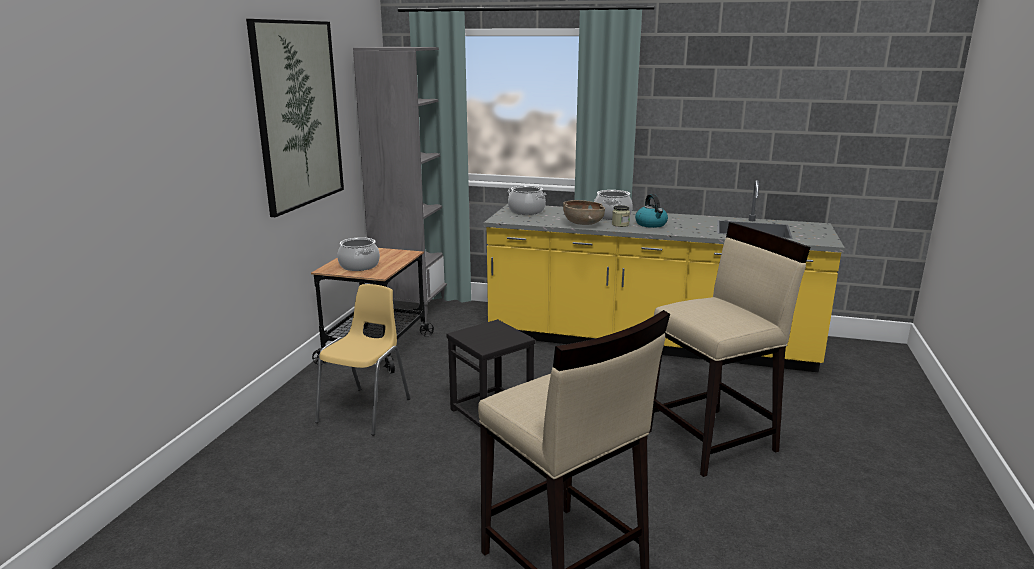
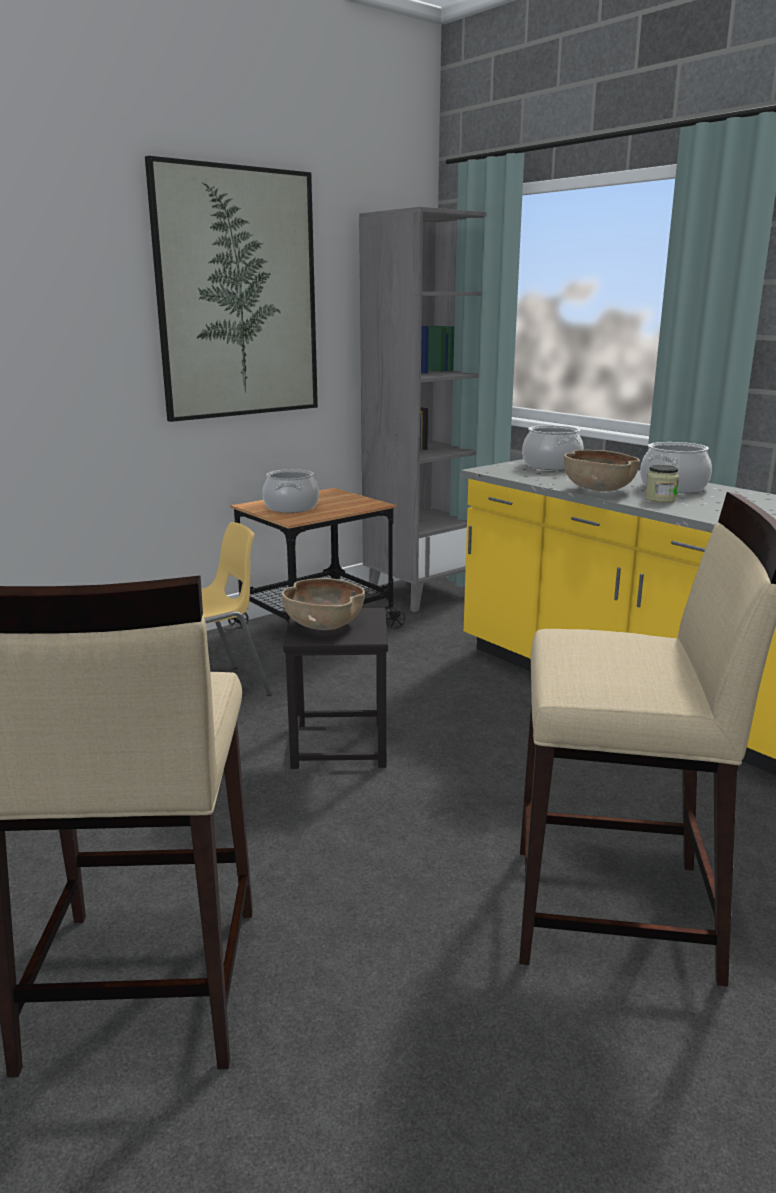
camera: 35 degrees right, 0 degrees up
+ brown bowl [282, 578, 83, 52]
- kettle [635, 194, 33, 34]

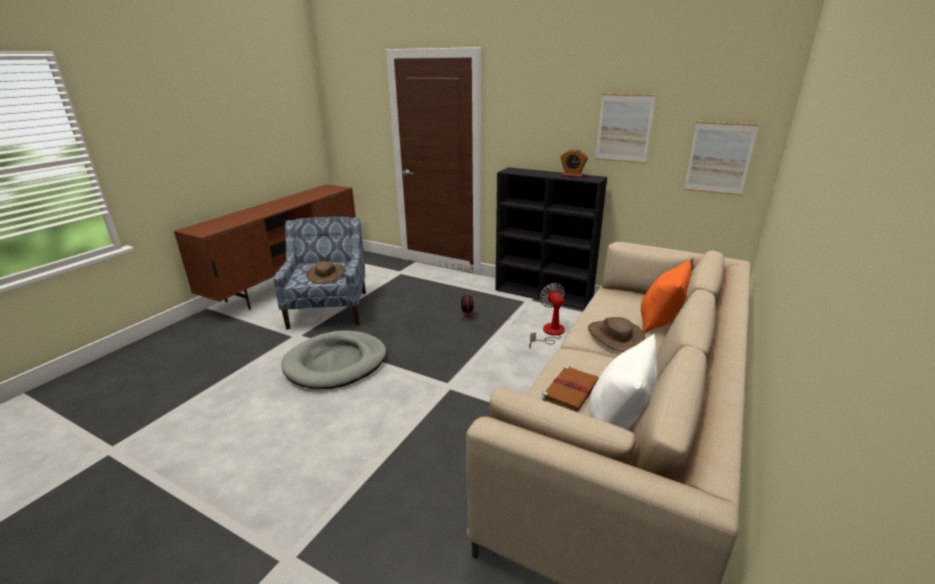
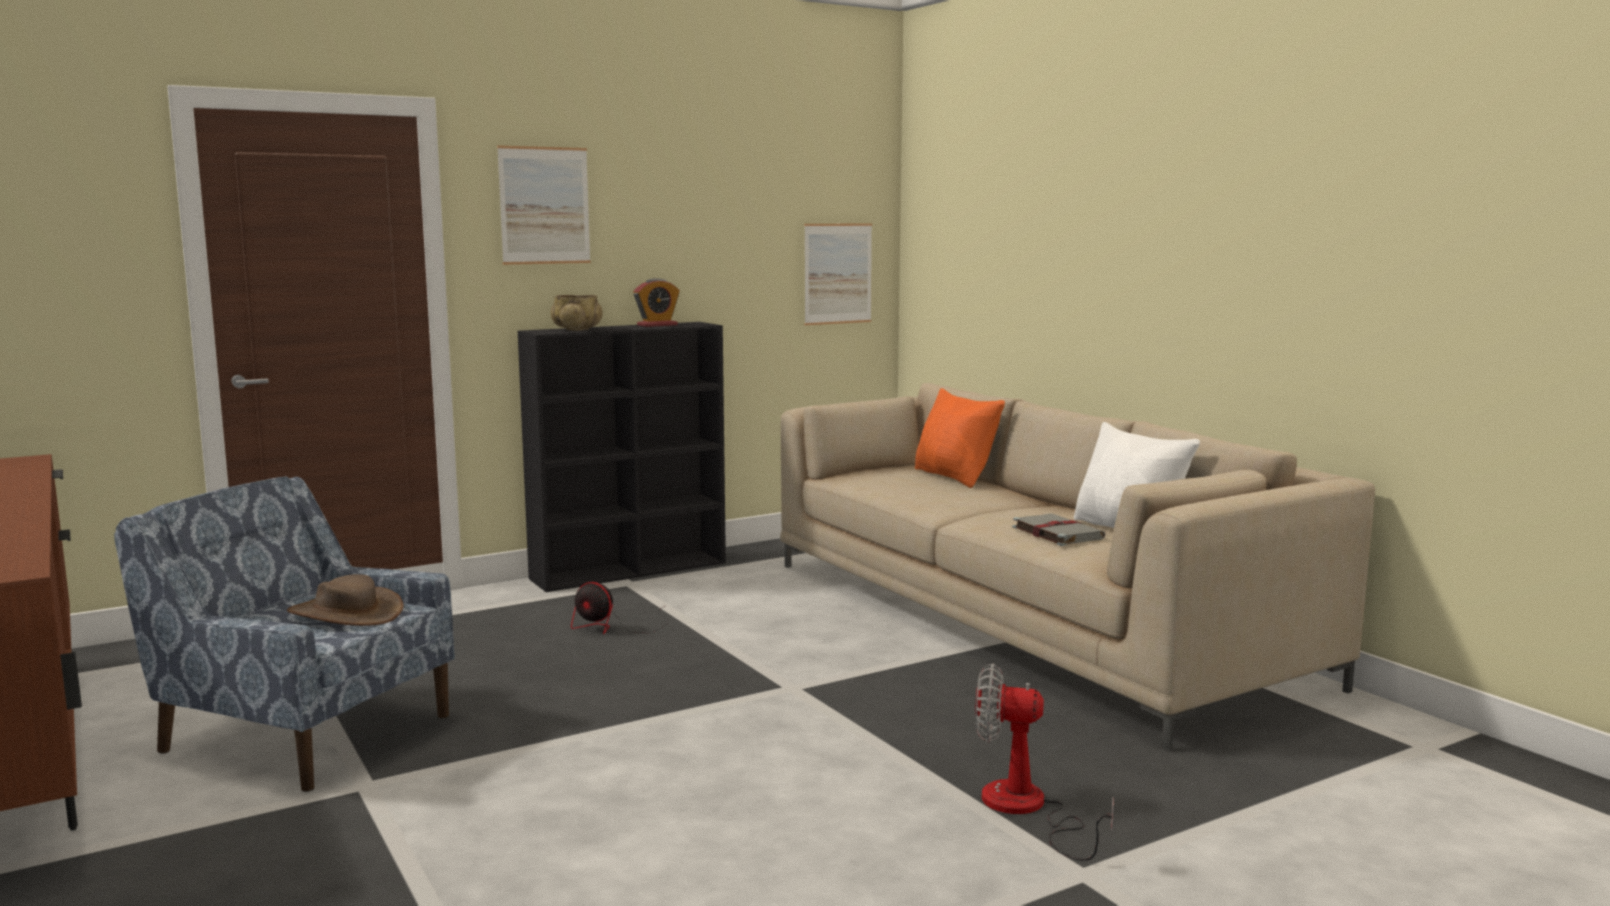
camera: 60 degrees left, 15 degrees down
~ picture [595, 94, 61, 69] to [497, 146, 94, 119]
+ beige bowl [550, 295, 53, 36]
~ fan [529, 283, 36, 66] to [975, 663, 139, 198]
~ brown book [542, 366, 57, 46] to grey book [1012, 513, 94, 33]
- grey dog bed [282, 330, 104, 59]
- brown hat [588, 317, 57, 35]

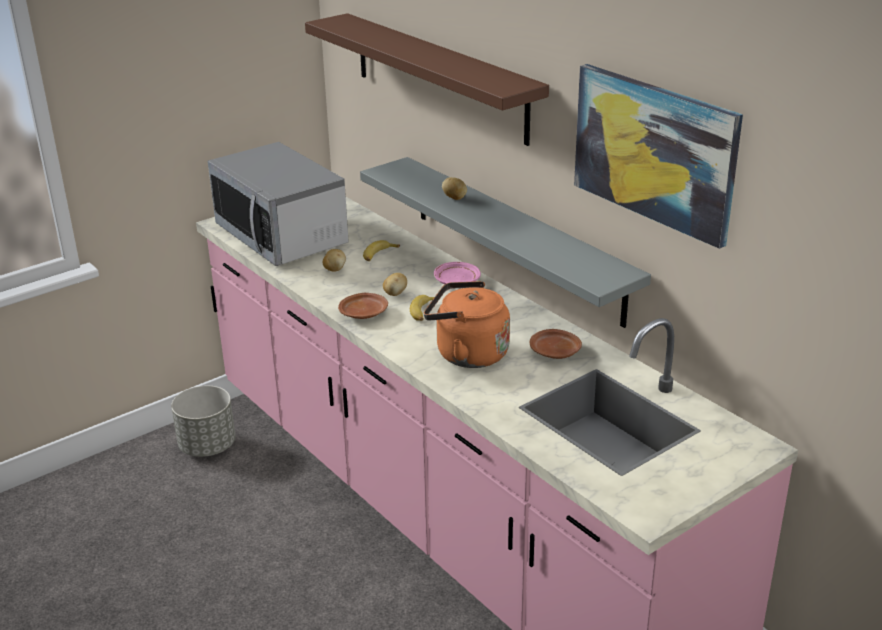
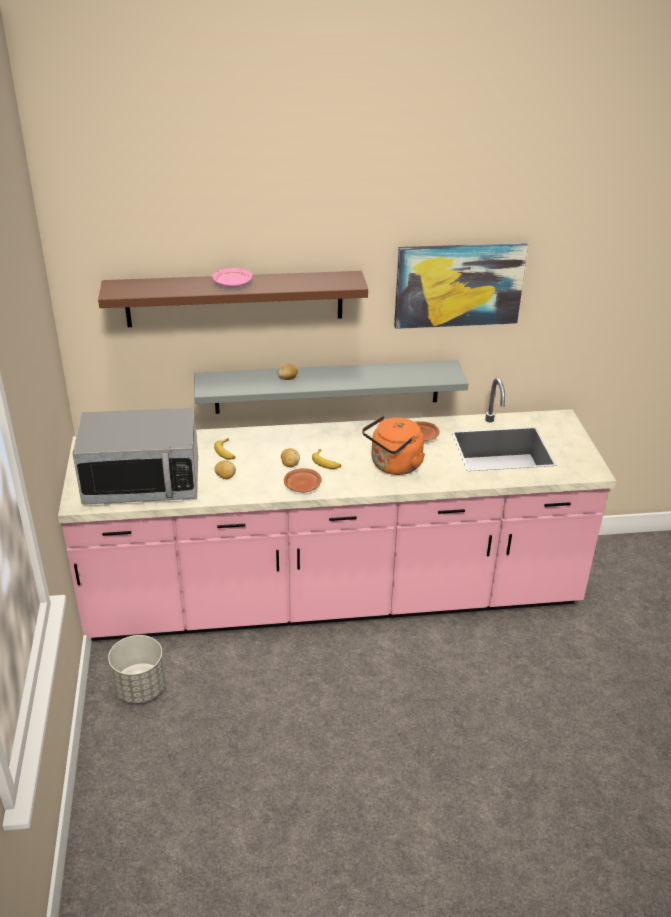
camera: 60 degrees left, 5 degrees up
~ pink plate [434, 262, 47, 23] to [212, 268, 40, 20]

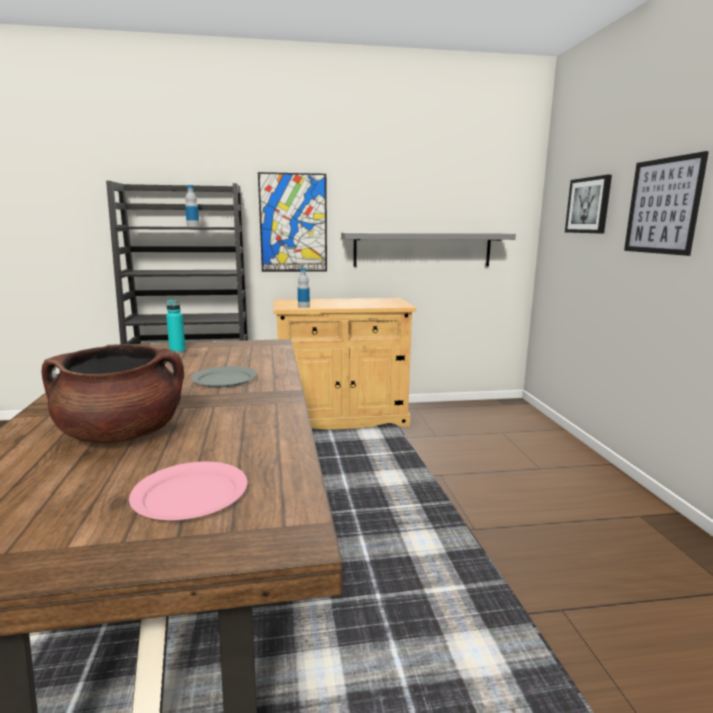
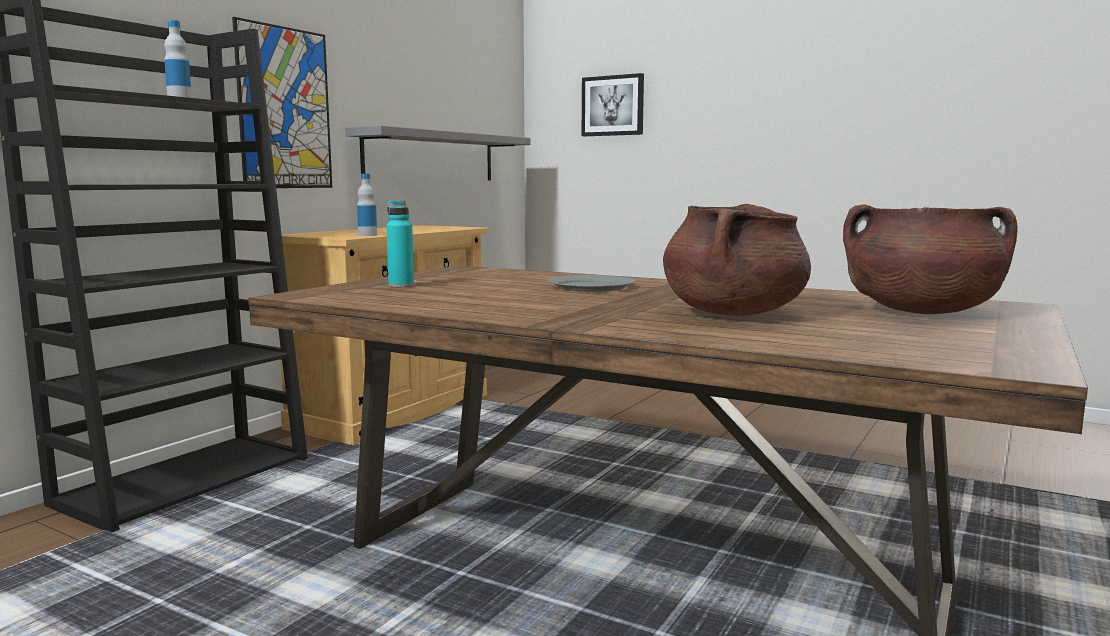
camera: 50 degrees left, 5 degrees down
~ pink plate [129, 462, 119, 58] to brown cooking pot [843, 204, 175, 110]
- picture [624, 151, 85, 105]

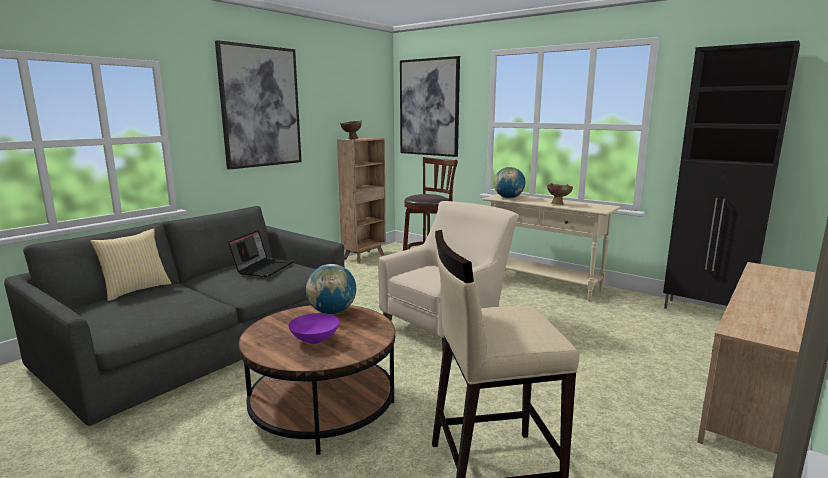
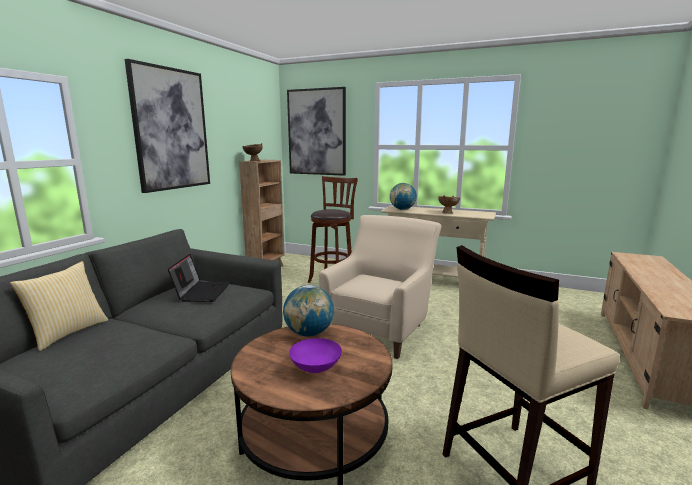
camera: 15 degrees left, 0 degrees up
- black cabinet [663, 41, 137, 268]

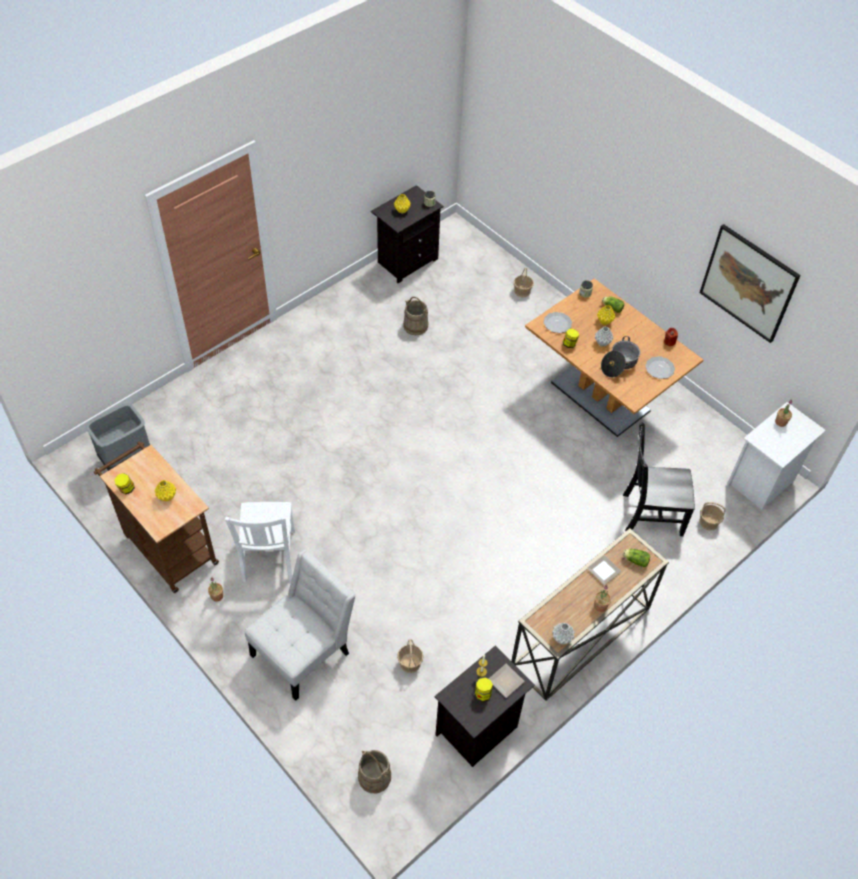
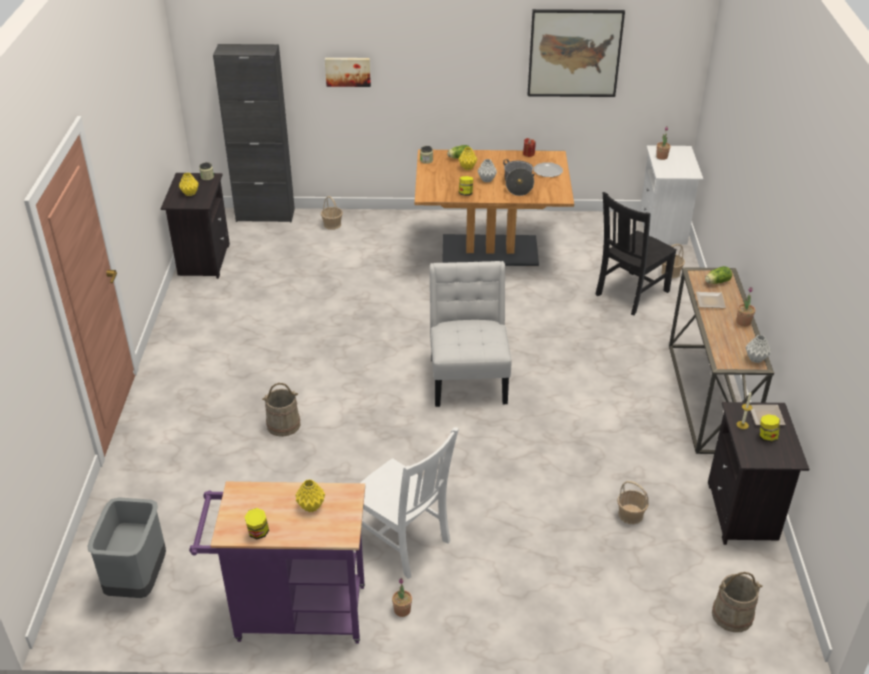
camera: 45 degrees left, 15 degrees down
~ brown cart [94, 441, 125, 152] to purple cart [189, 482, 176, 162]
+ black cabinet [213, 44, 82, 178]
~ beige bucket [403, 297, 26, 38] to [262, 383, 39, 54]
+ picture [325, 58, 46, 29]
~ white chair [245, 549, 111, 152] to [430, 261, 82, 146]
- plate [544, 312, 28, 21]

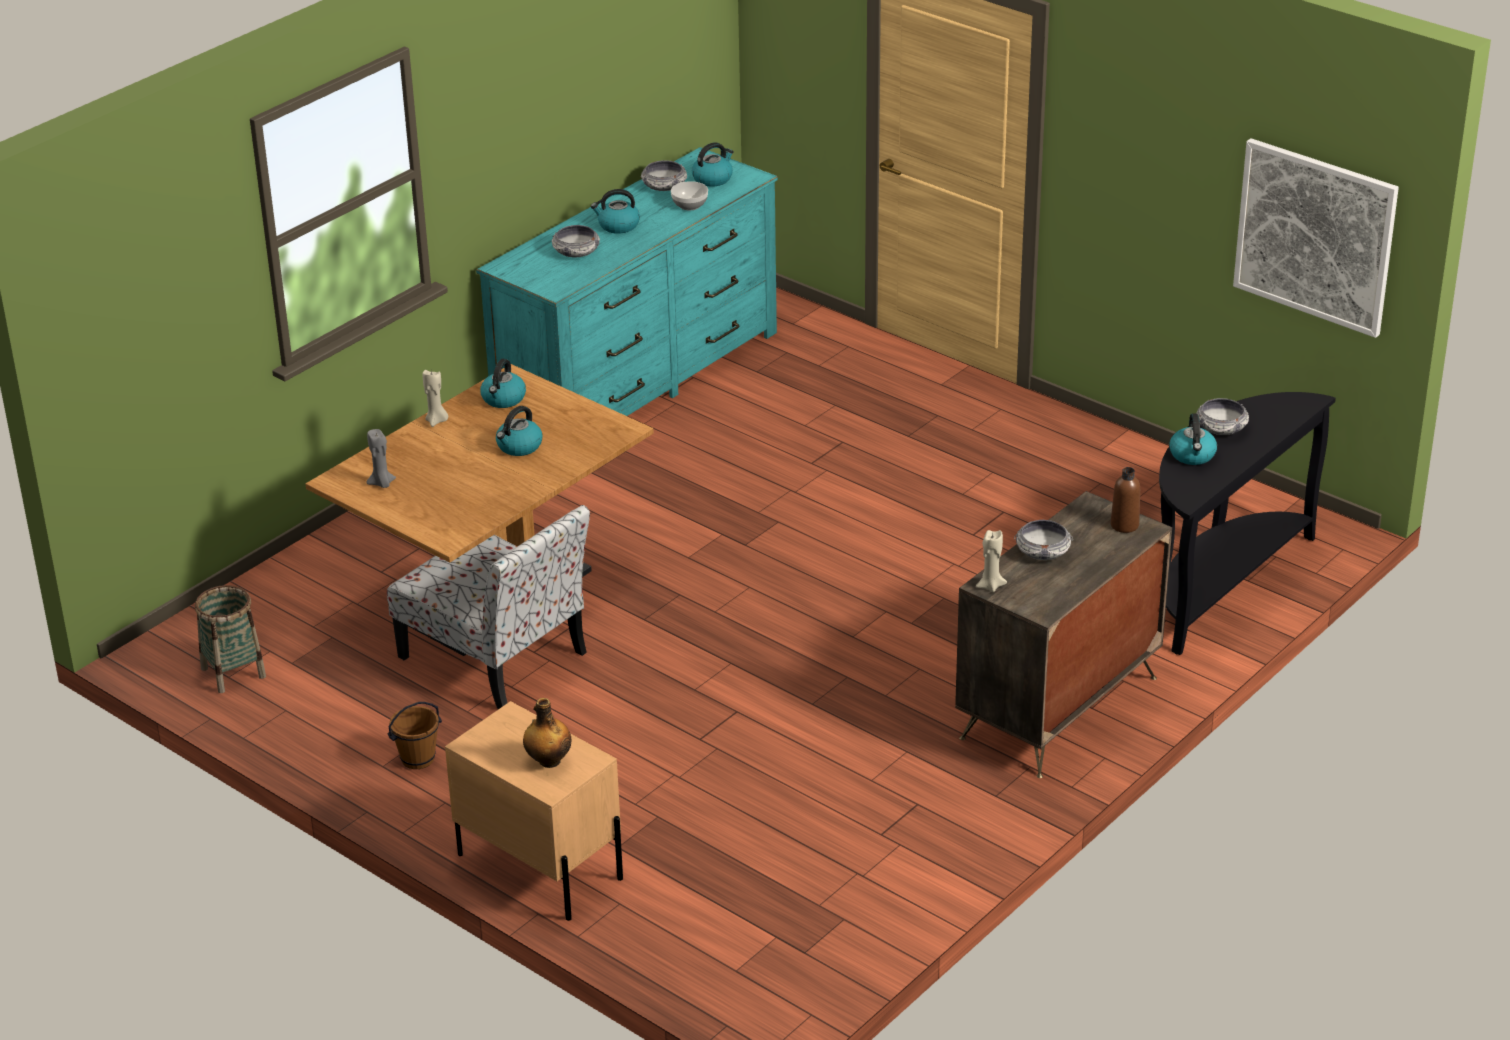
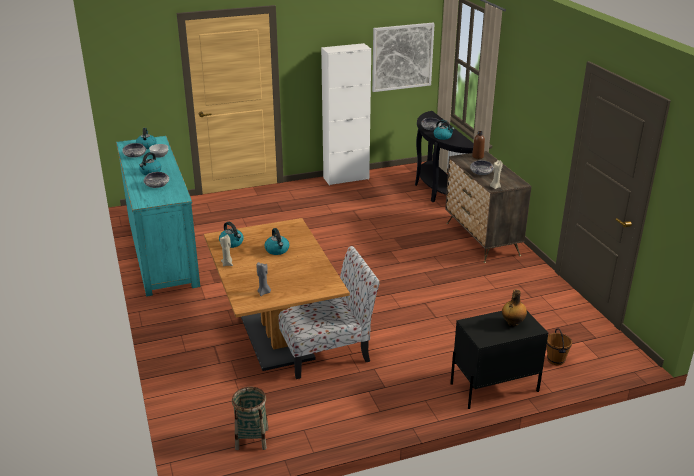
camera: 60 degrees left, 5 degrees down
+ white cabinet [321, 43, 50, 142]
~ beige nightstand [445, 701, 178, 220] to black nightstand [450, 311, 98, 98]
~ brown bucket [387, 702, 55, 67] to [547, 328, 25, 37]

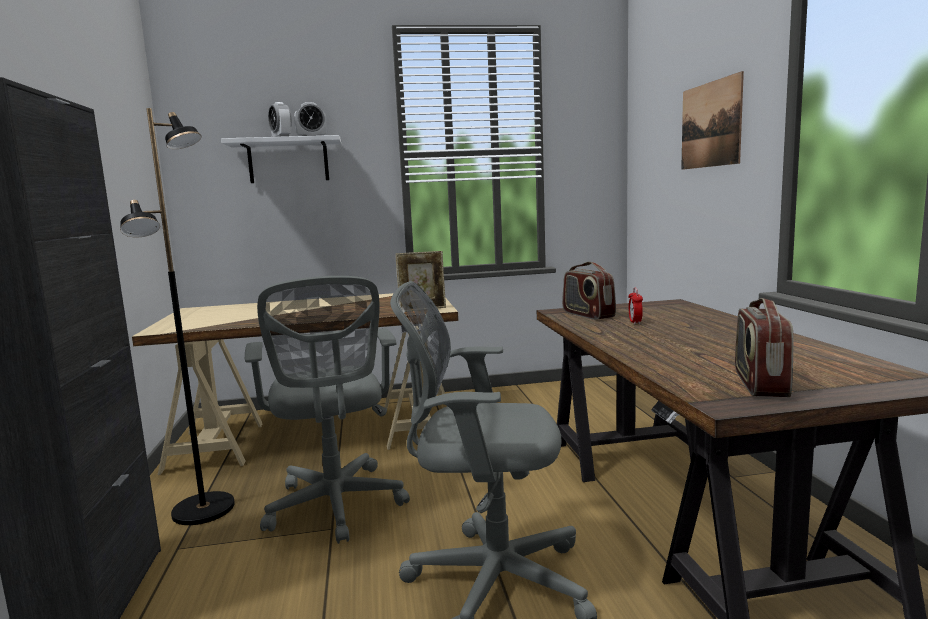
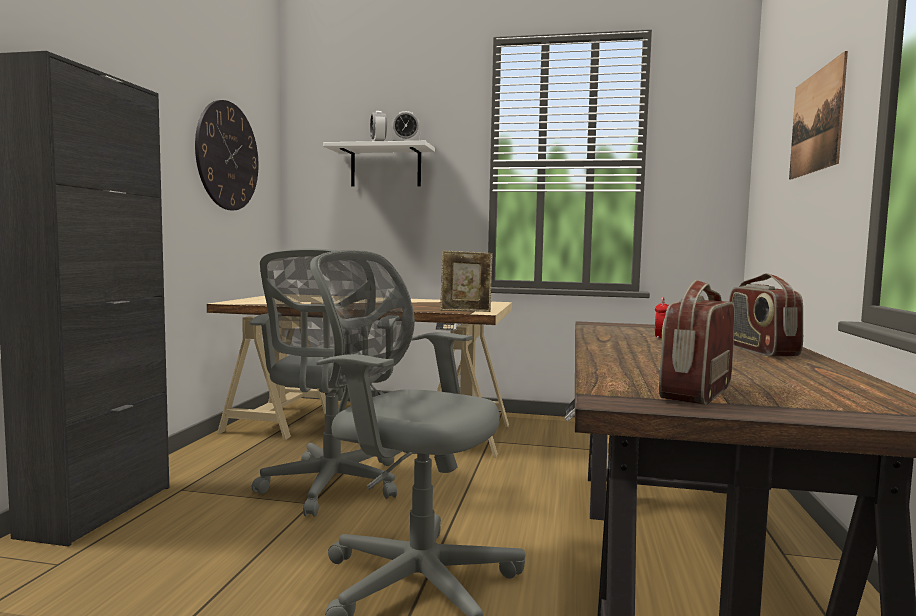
camera: 20 degrees right, 5 degrees down
+ wall clock [195, 100, 64, 110]
~ radio [563, 262, 53, 58] to [729, 273, 74, 83]
- black floor lamp [120, 108, 115, 417]

